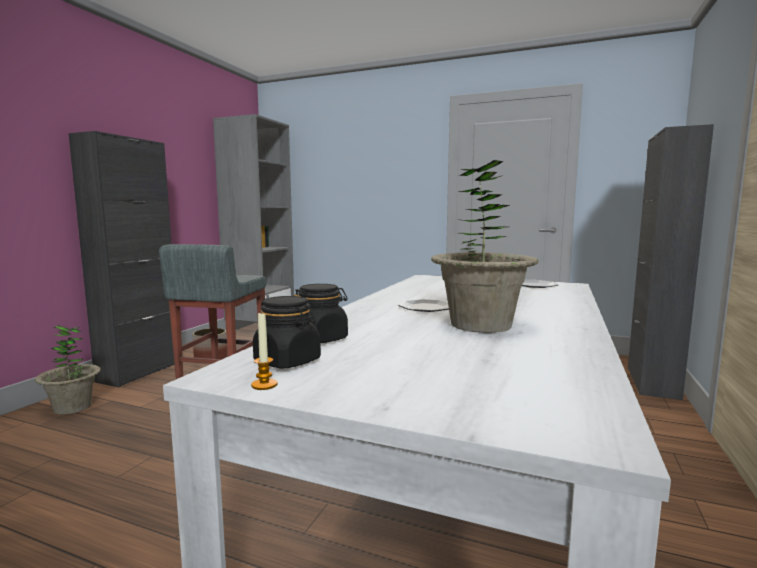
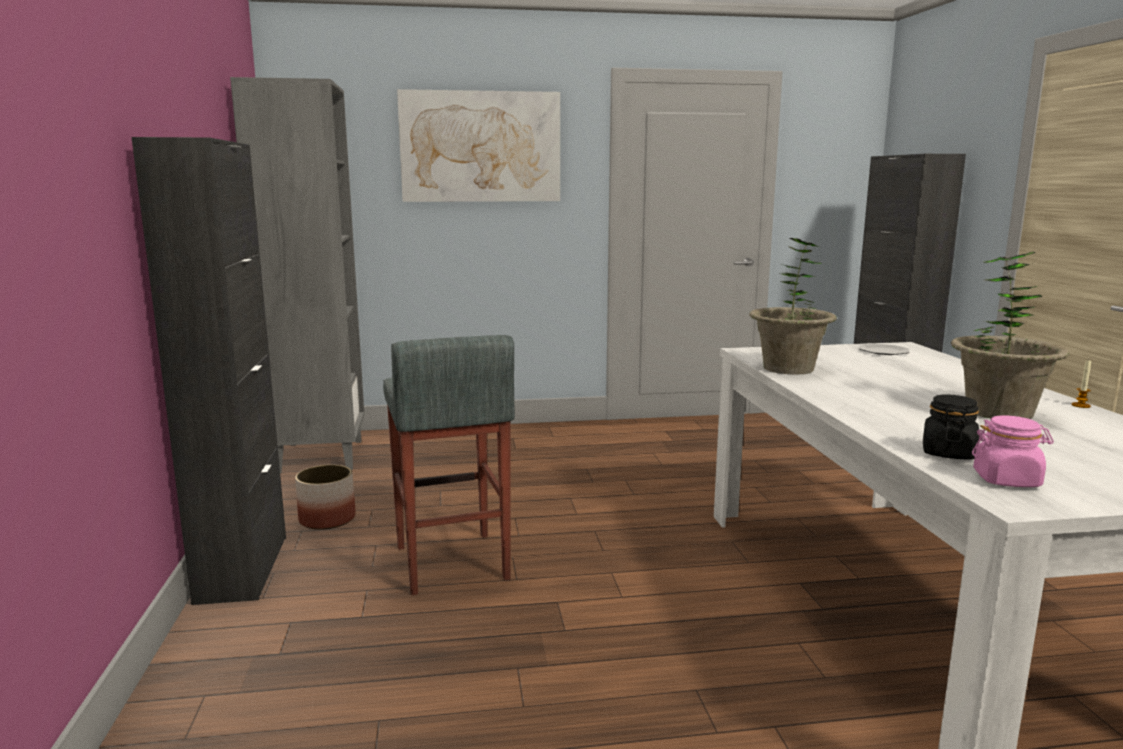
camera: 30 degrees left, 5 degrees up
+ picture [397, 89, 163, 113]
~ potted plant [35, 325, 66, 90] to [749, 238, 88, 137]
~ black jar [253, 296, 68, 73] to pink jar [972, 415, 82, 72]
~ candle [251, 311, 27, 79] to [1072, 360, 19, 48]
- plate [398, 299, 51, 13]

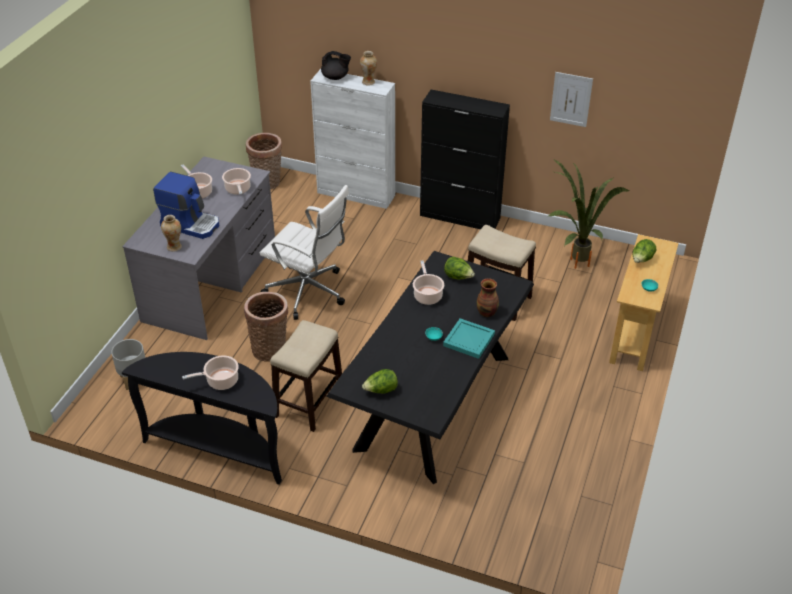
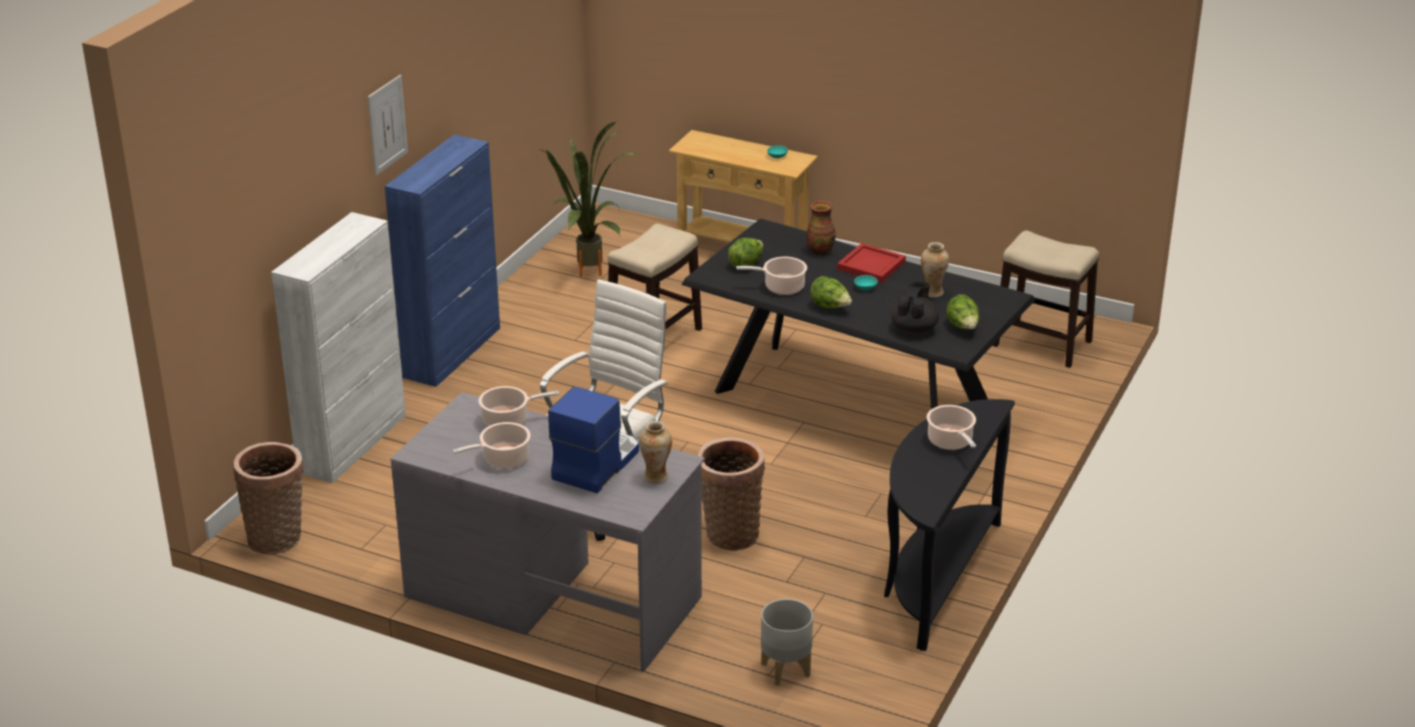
camera: 85 degrees left, 10 degrees down
~ picture [550, 72, 43, 55] to [368, 75, 40, 100]
~ black cabinet [420, 90, 90, 139] to blue cabinet [385, 134, 115, 253]
~ lettuce [633, 239, 23, 24] to [810, 276, 42, 32]
~ turquoise tray [443, 318, 52, 41] to red tray [837, 243, 69, 40]
~ black teapot [321, 51, 30, 29] to [892, 282, 47, 52]
~ vase [360, 51, 17, 35] to [921, 242, 28, 55]
~ stool [270, 320, 72, 112] to [992, 230, 107, 138]

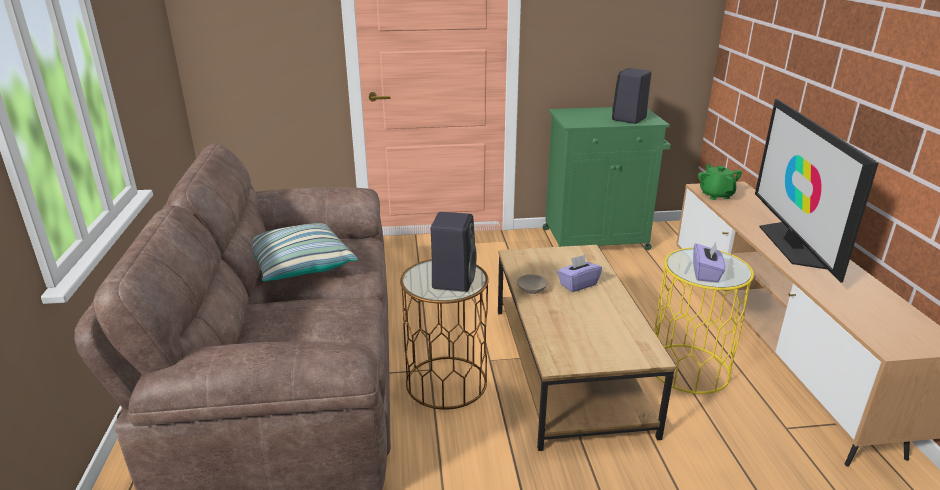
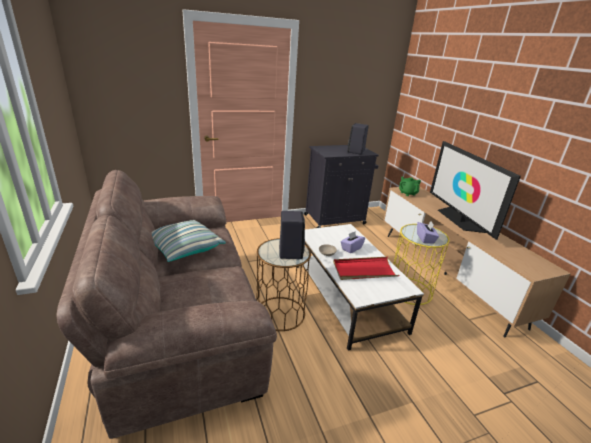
camera: 15 degrees left, 0 degrees up
~ brown coffee table [498, 245, 178, 206] to white coffee table [297, 224, 127, 127]
~ green cabinet [543, 107, 128, 143] to black cabinet [304, 145, 75, 83]
+ red tray [333, 257, 66, 23]

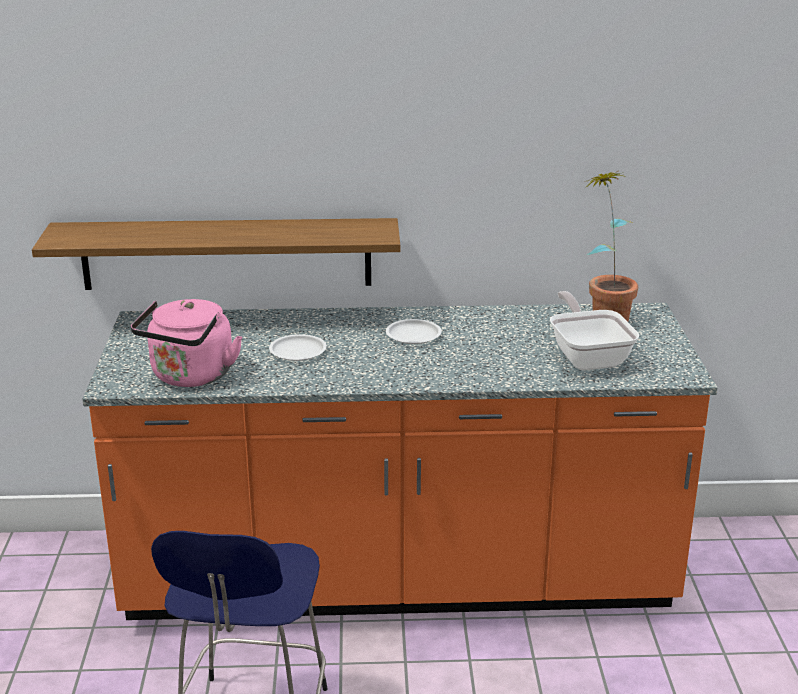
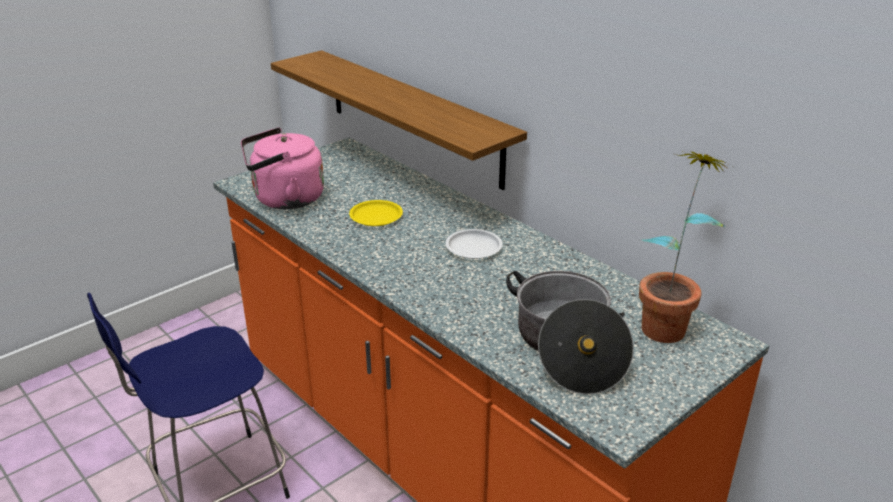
camera: 50 degrees right, 5 degrees up
~ white plate [269, 334, 58, 27] to yellow plate [349, 200, 54, 26]
~ frying pan [550, 291, 90, 80] to cooking pot [506, 271, 128, 123]

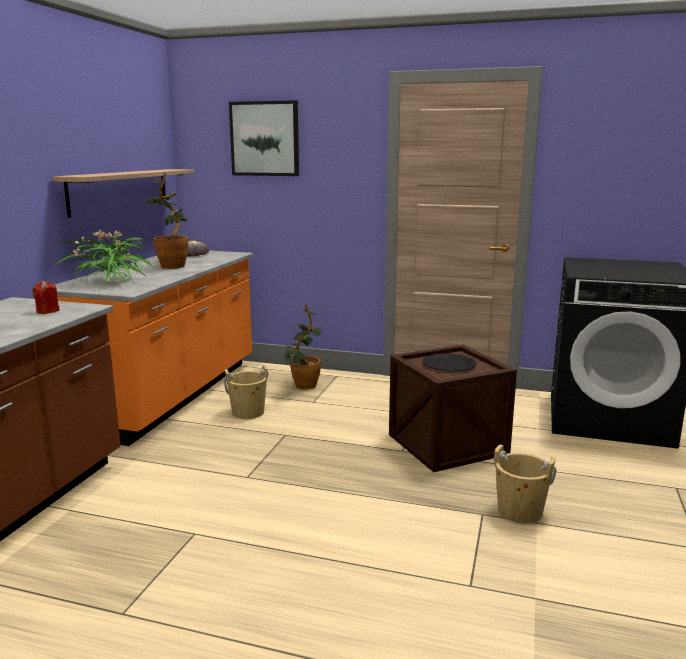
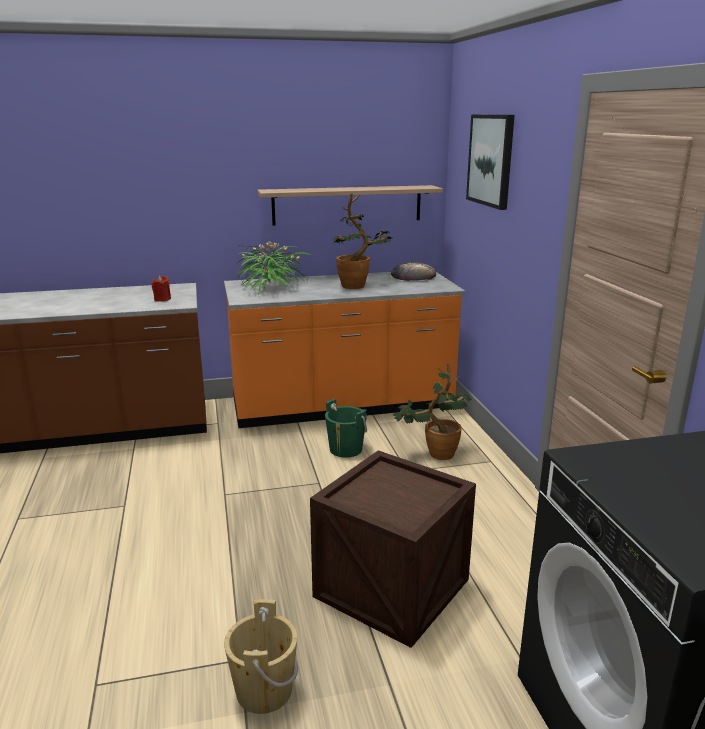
camera: 60 degrees right, 5 degrees up
~ beige bucket [224, 365, 45, 54] to green bucket [325, 399, 42, 59]
- black plate [423, 353, 54, 19]

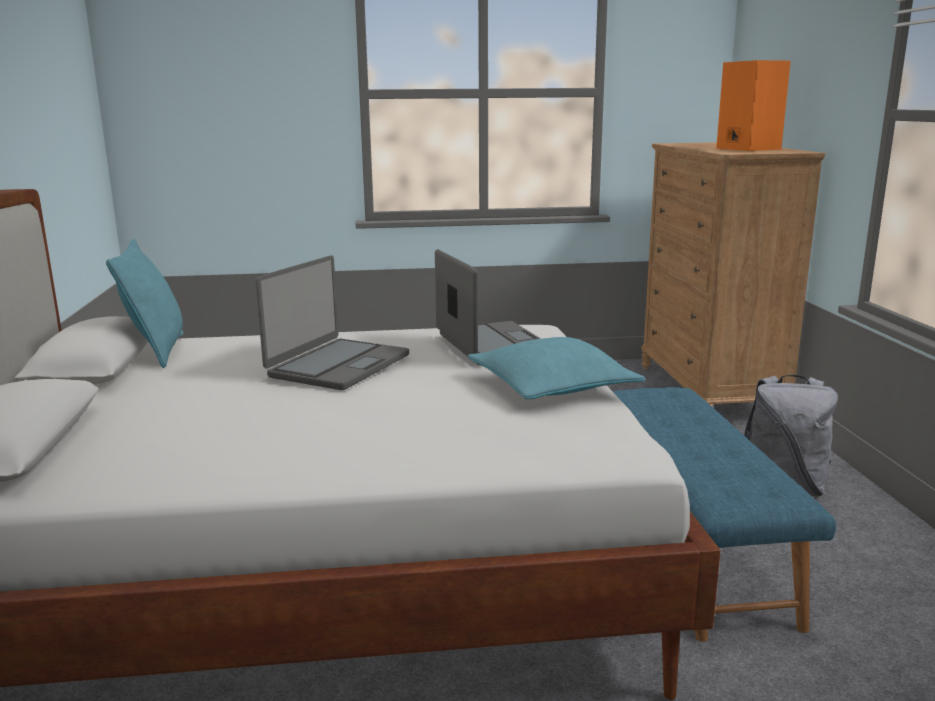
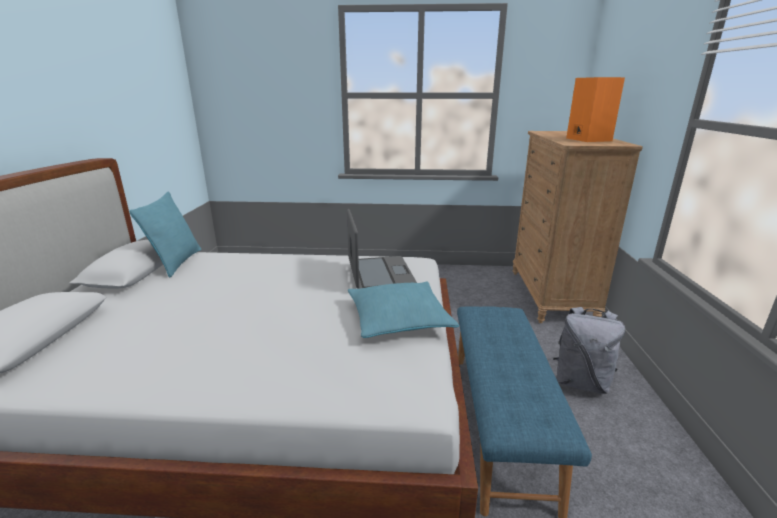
camera: 10 degrees right, 5 degrees up
- laptop [255, 255, 154, 135]

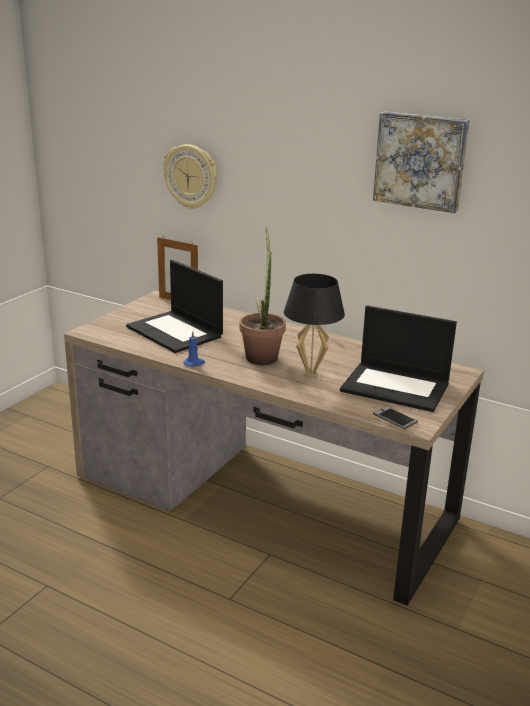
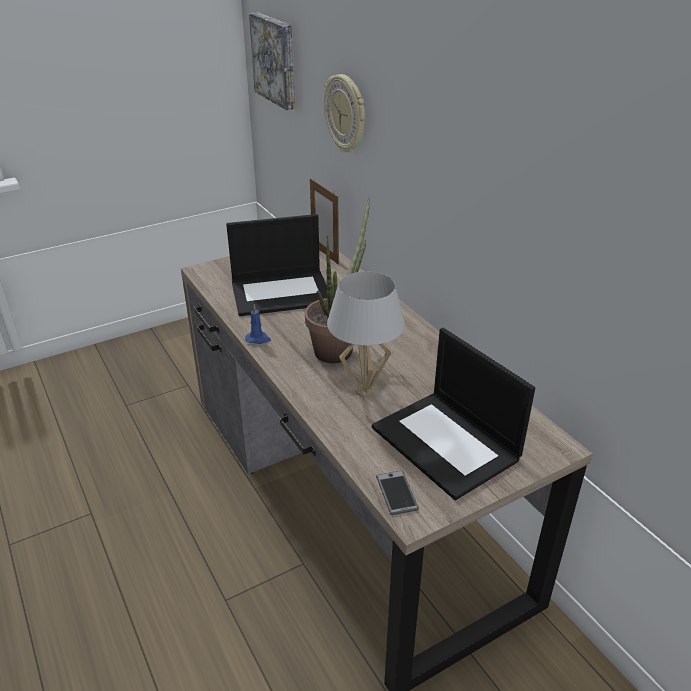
camera: 30 degrees right, 10 degrees up
~ laptop [126, 260, 97, 93] = [226, 214, 101, 102] 90 degrees counterclockwise
~ picture [373, 111, 97, 102] to [249, 12, 46, 98]
~ black table lamp [284, 274, 61, 103] to white table lamp [327, 271, 78, 126]

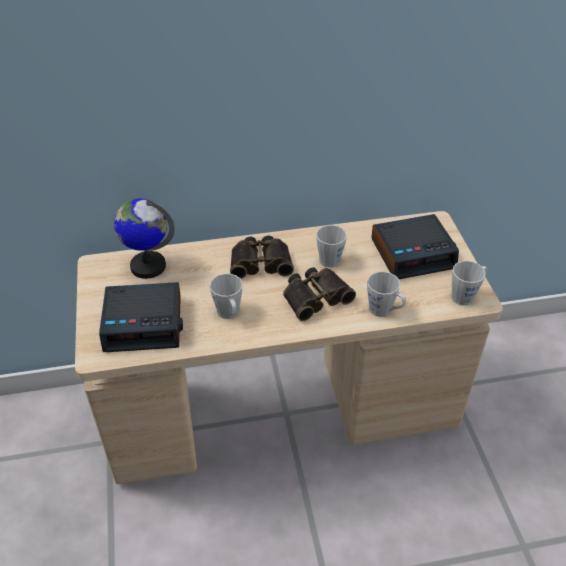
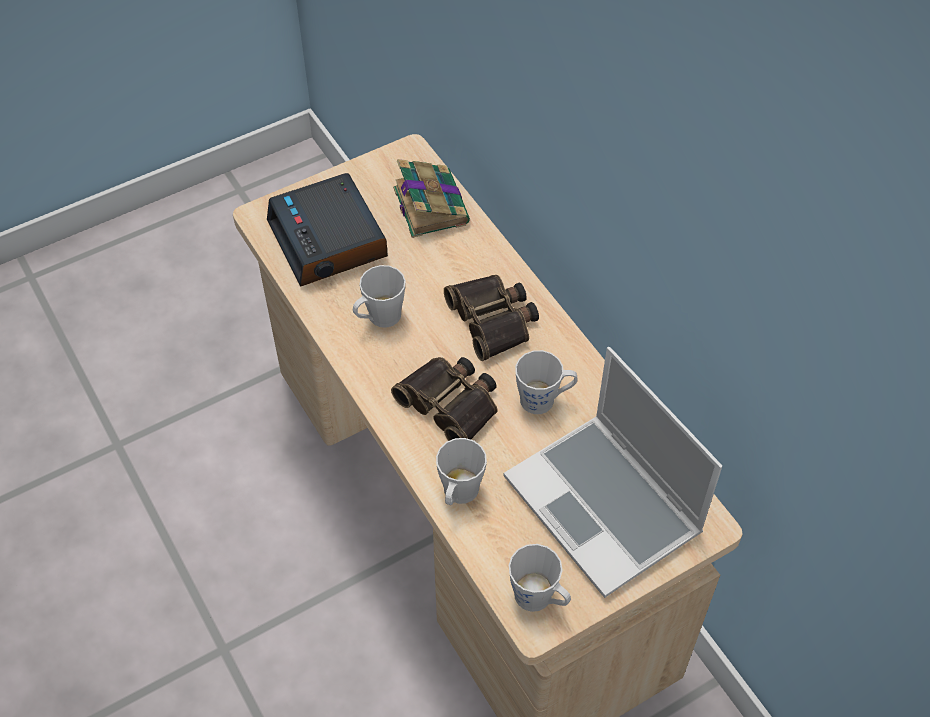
camera: 70 degrees right, 10 degrees up
~ globe [114, 198, 61, 81] to book [393, 159, 77, 79]
~ alarm clock [371, 214, 88, 65] to laptop [504, 347, 218, 251]

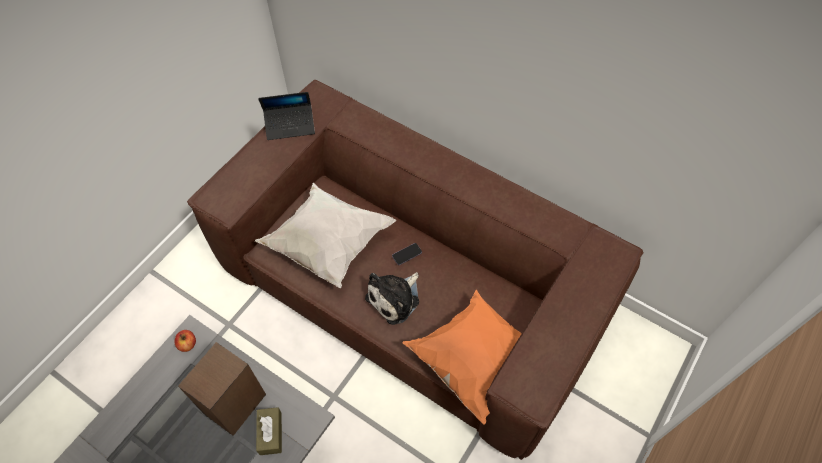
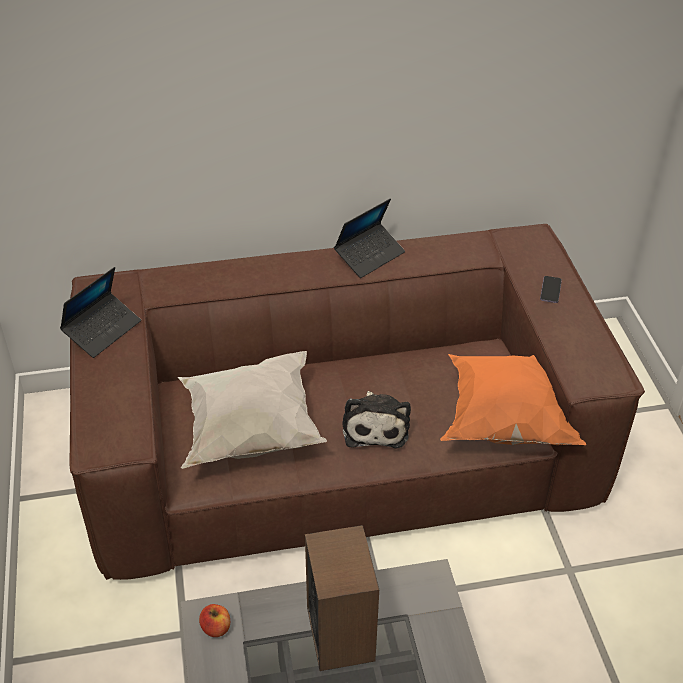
camera: 45 degrees left, 15 degrees down
+ laptop [334, 198, 71, 80]
~ phone [392, 243, 30, 22] to [540, 276, 22, 27]
- brown tissue box [256, 407, 26, 48]

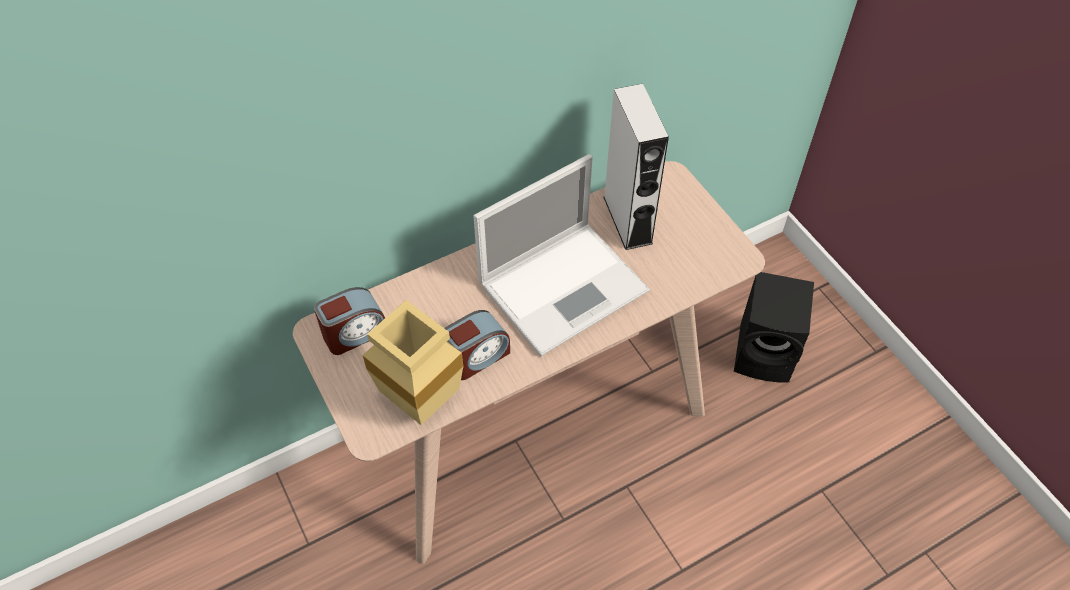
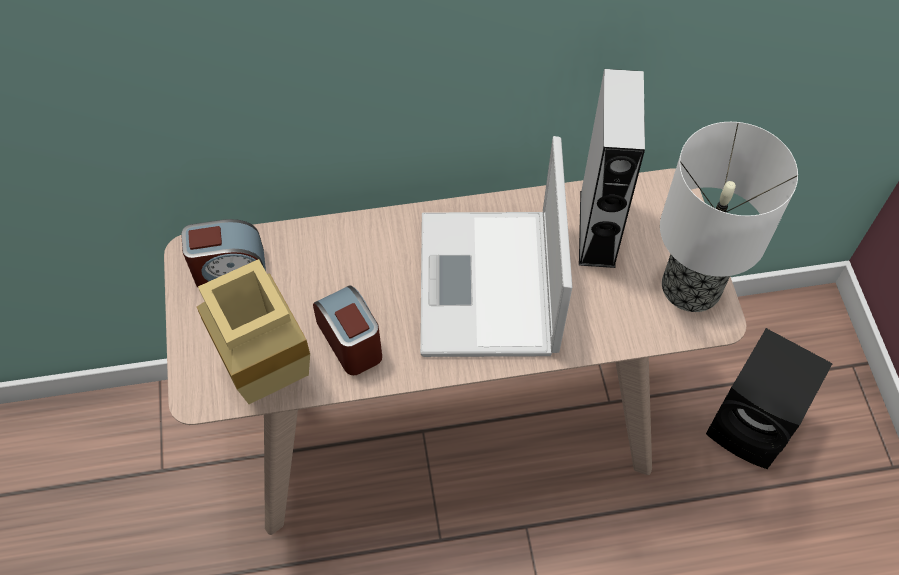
camera: 20 degrees right, 5 degrees up
~ alarm clock [444, 310, 66, 70] = [313, 285, 69, 90] 105 degrees counterclockwise
~ laptop [473, 154, 177, 203] = [420, 136, 152, 221] 105 degrees clockwise
+ table lamp [660, 122, 138, 190]

